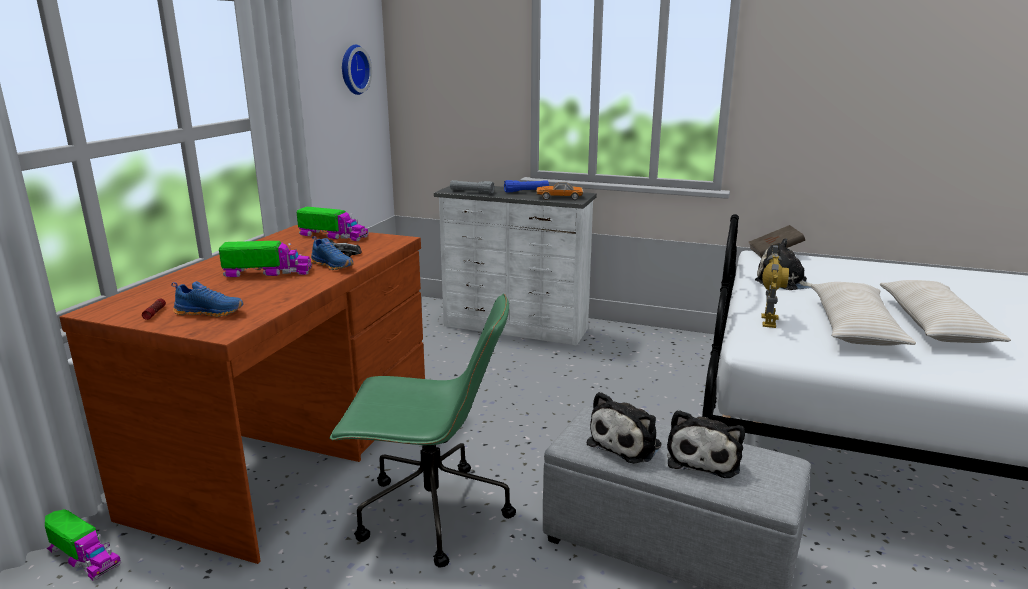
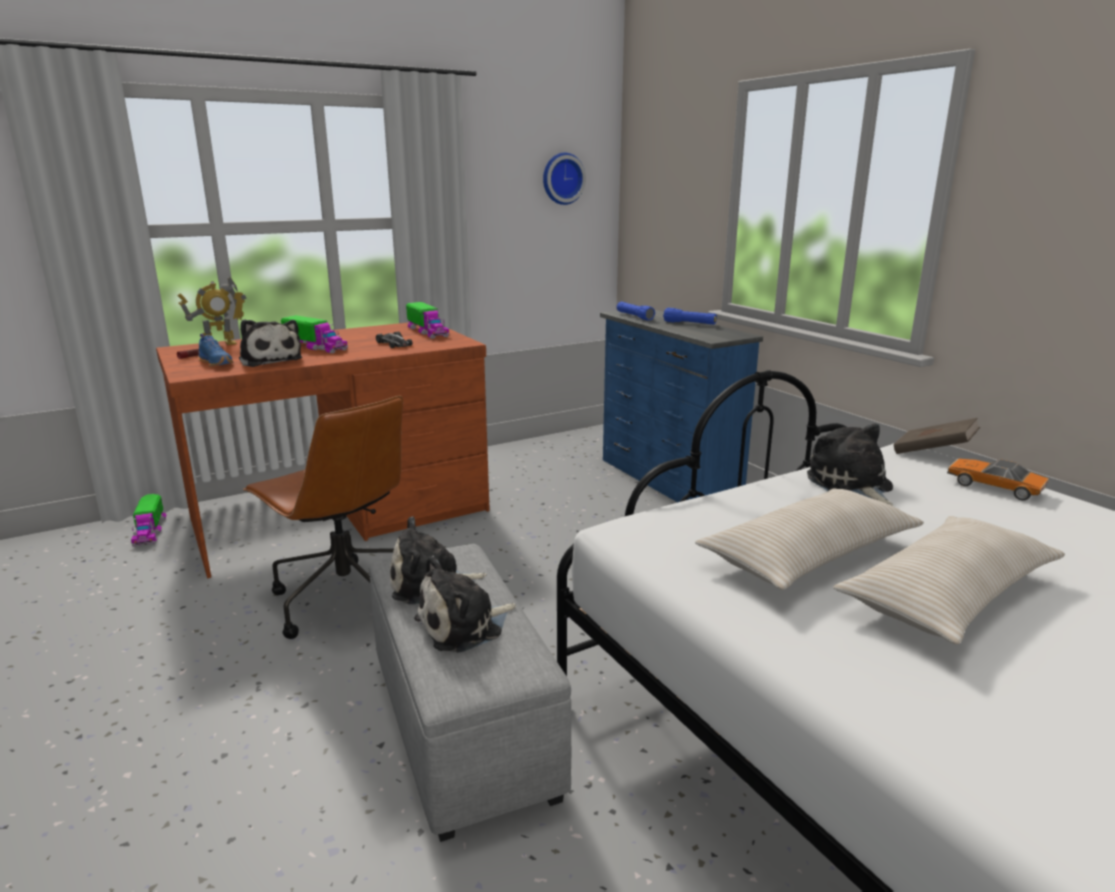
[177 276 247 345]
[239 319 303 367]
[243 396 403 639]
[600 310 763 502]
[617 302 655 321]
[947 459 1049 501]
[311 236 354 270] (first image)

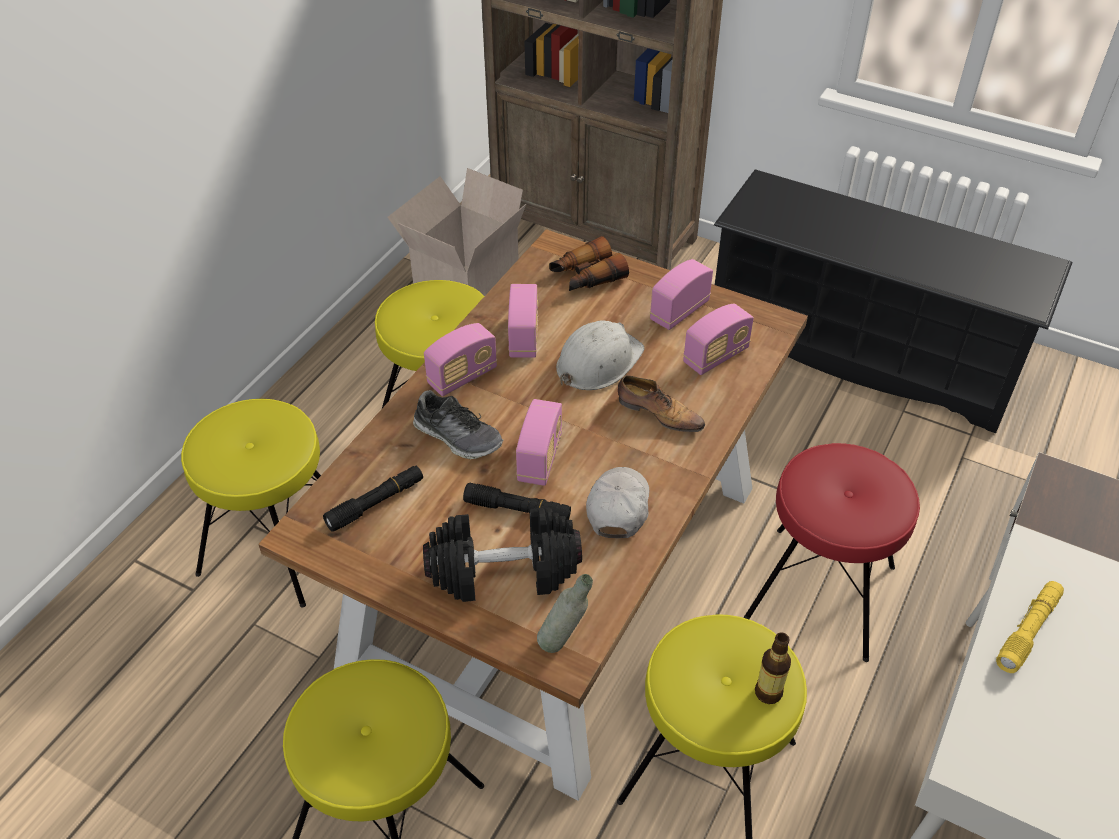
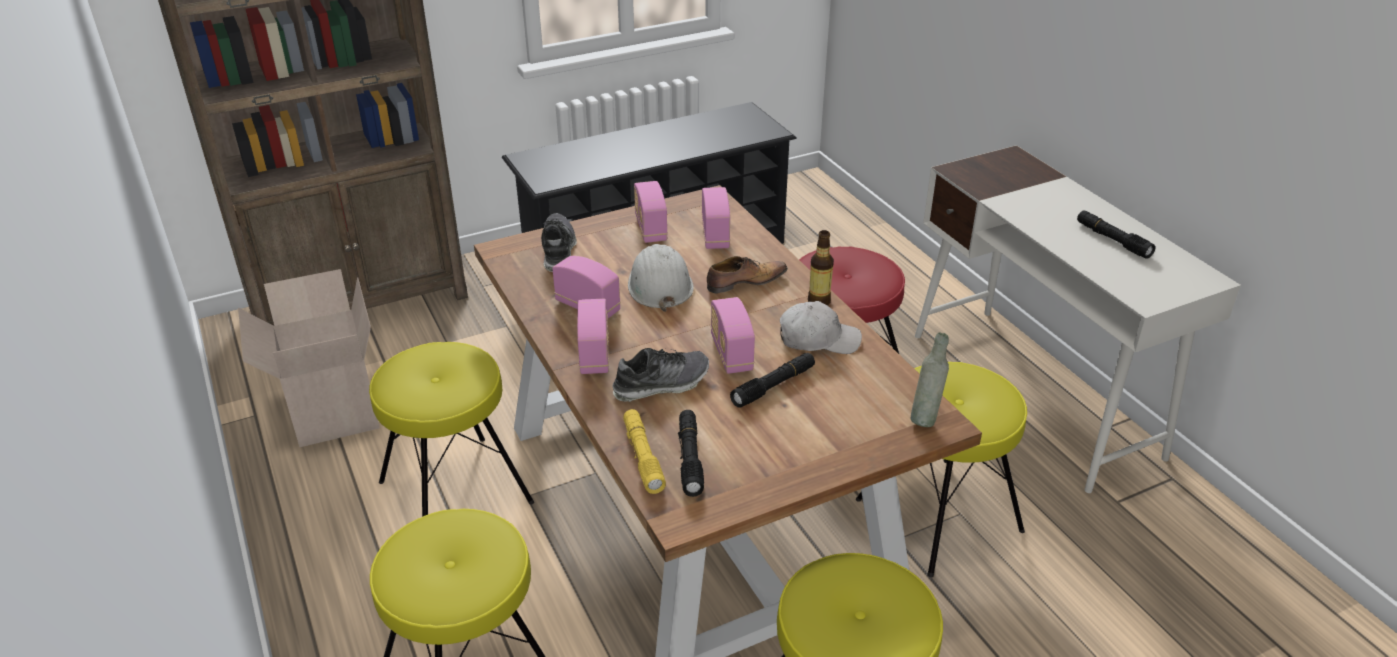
[541 213 577 272]
[623 409 666 494]
[711 297 755 374]
[780 301 862 354]
[808 230 834 306]
[1077 210 1155 259]
[423 508 582 602] (first image)

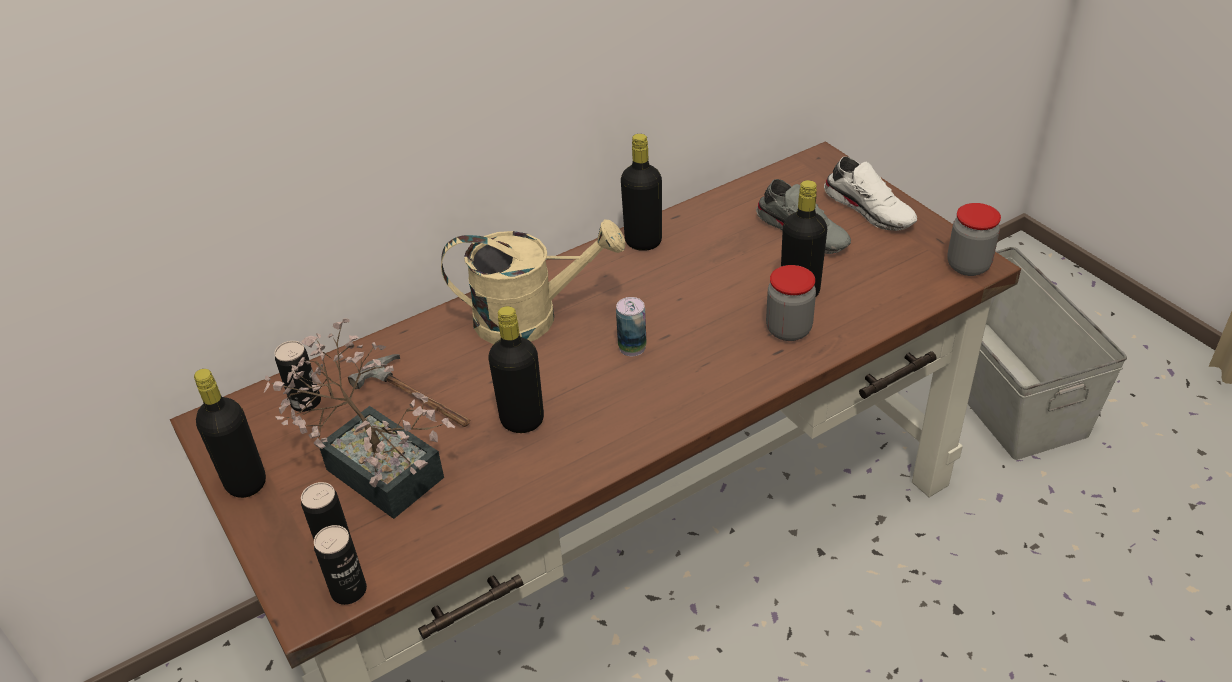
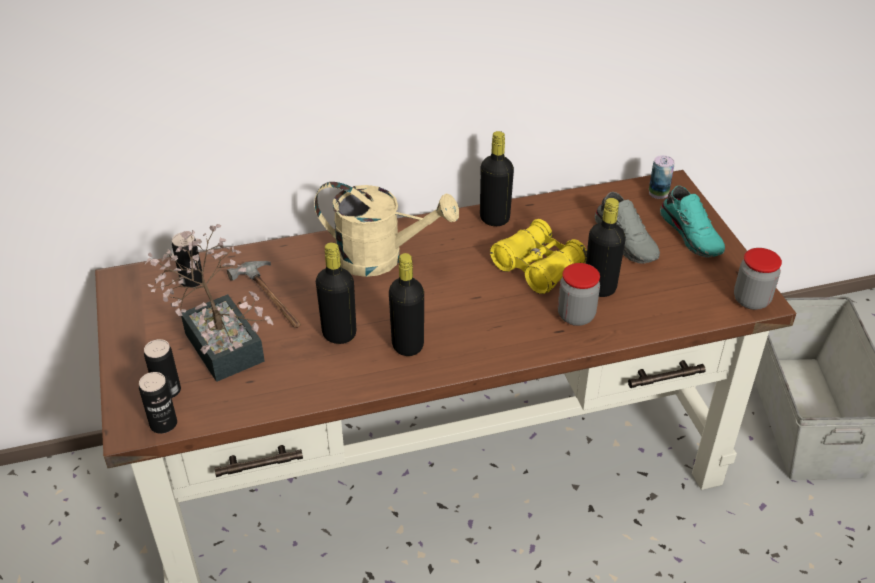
[389 253 424 356]
[490 219 587 294]
[649 155 674 199]
[660 186 725 257]

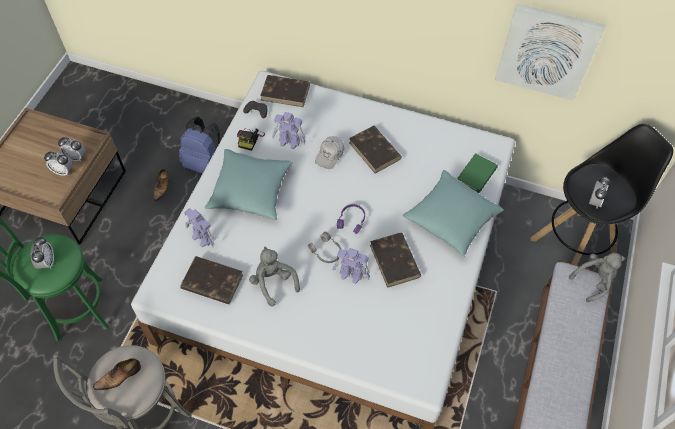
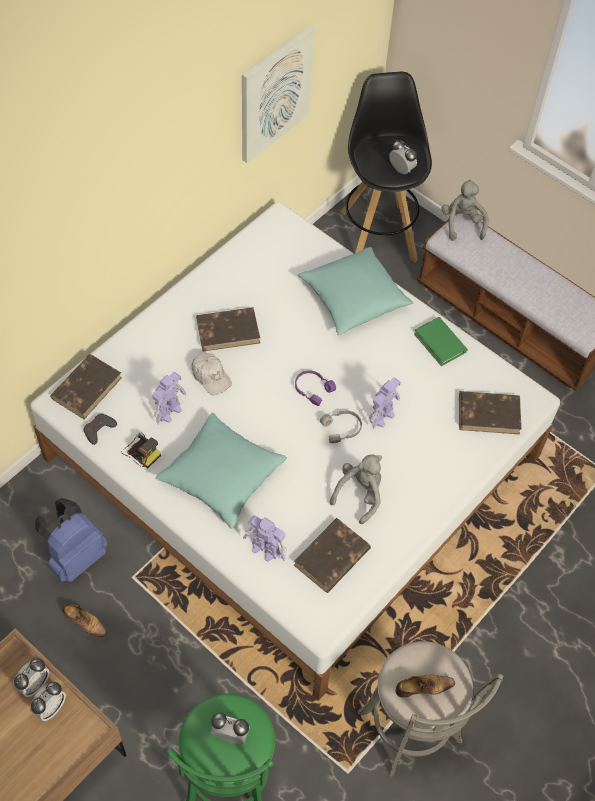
[243 515 287 562]
[330 455 382 524]
[396 674 455 698]
[414 317 467 366]
[459 391 522 435]

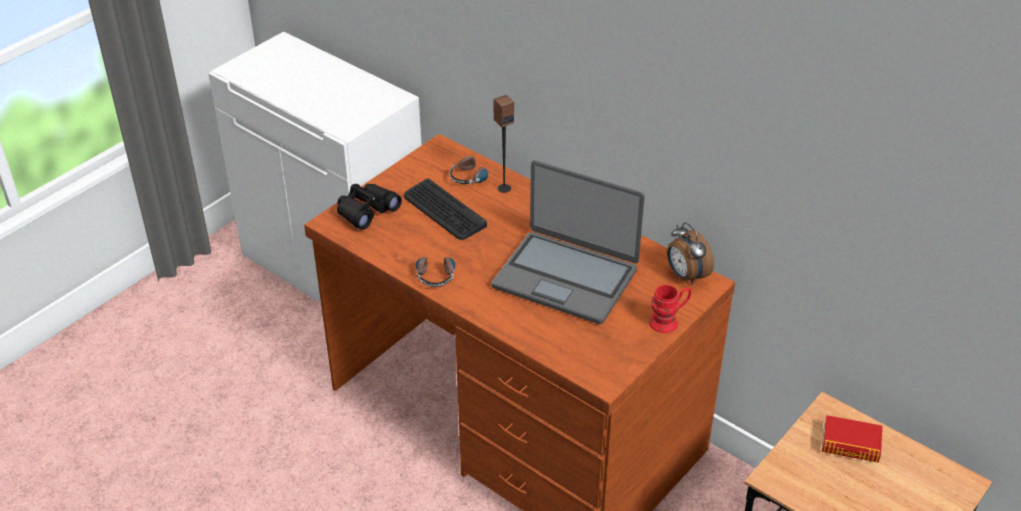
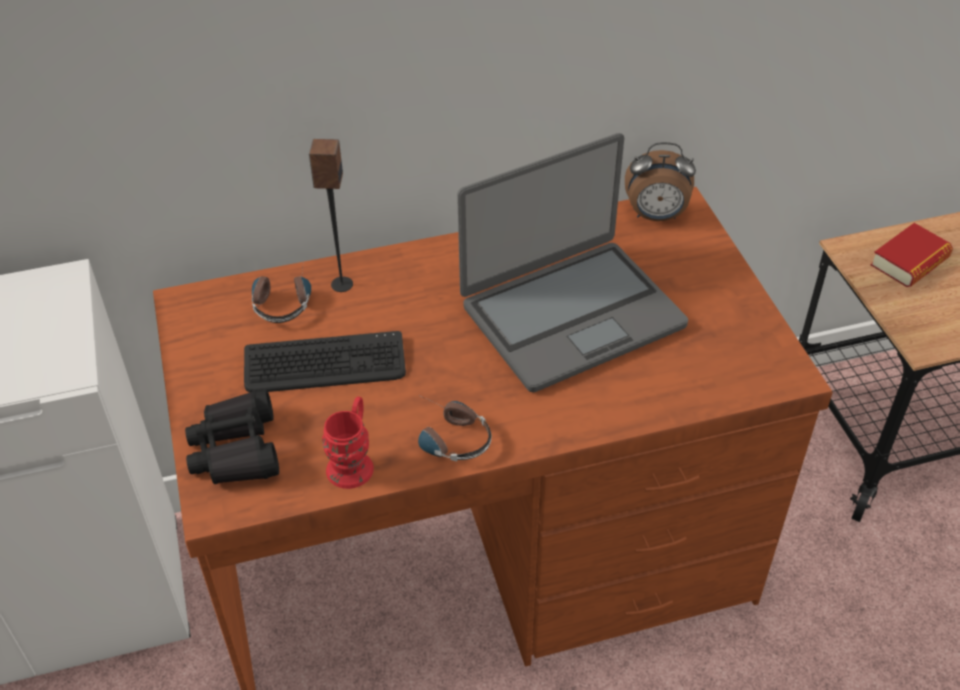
[322 397 374 489]

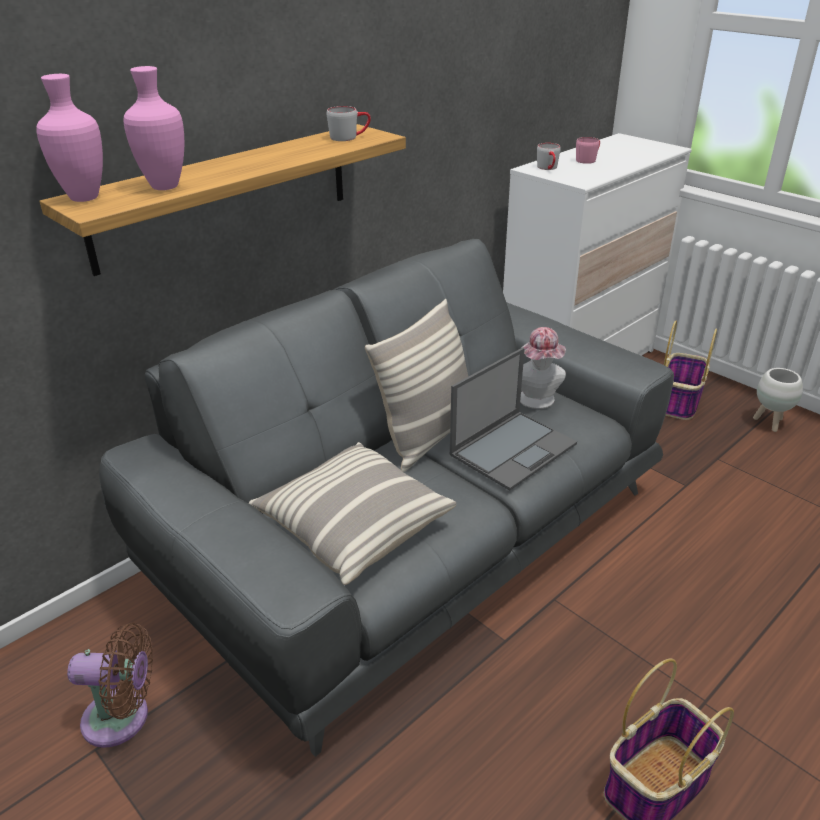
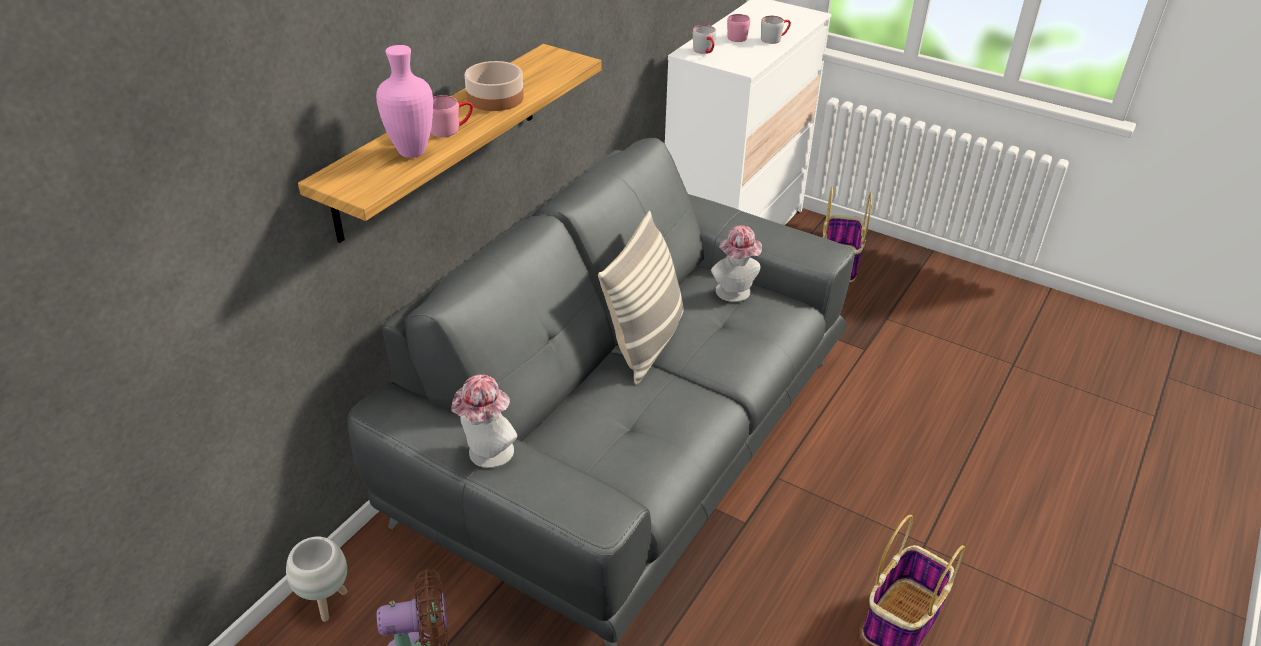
[286 536 347 622]
[431 95 473 137]
[451 374 517 468]
[465 61 524 111]
[761 16 791 44]
[36 74 103 202] (first image)
[249 442 456 585] (first image)
[450 348 577 491] (first image)

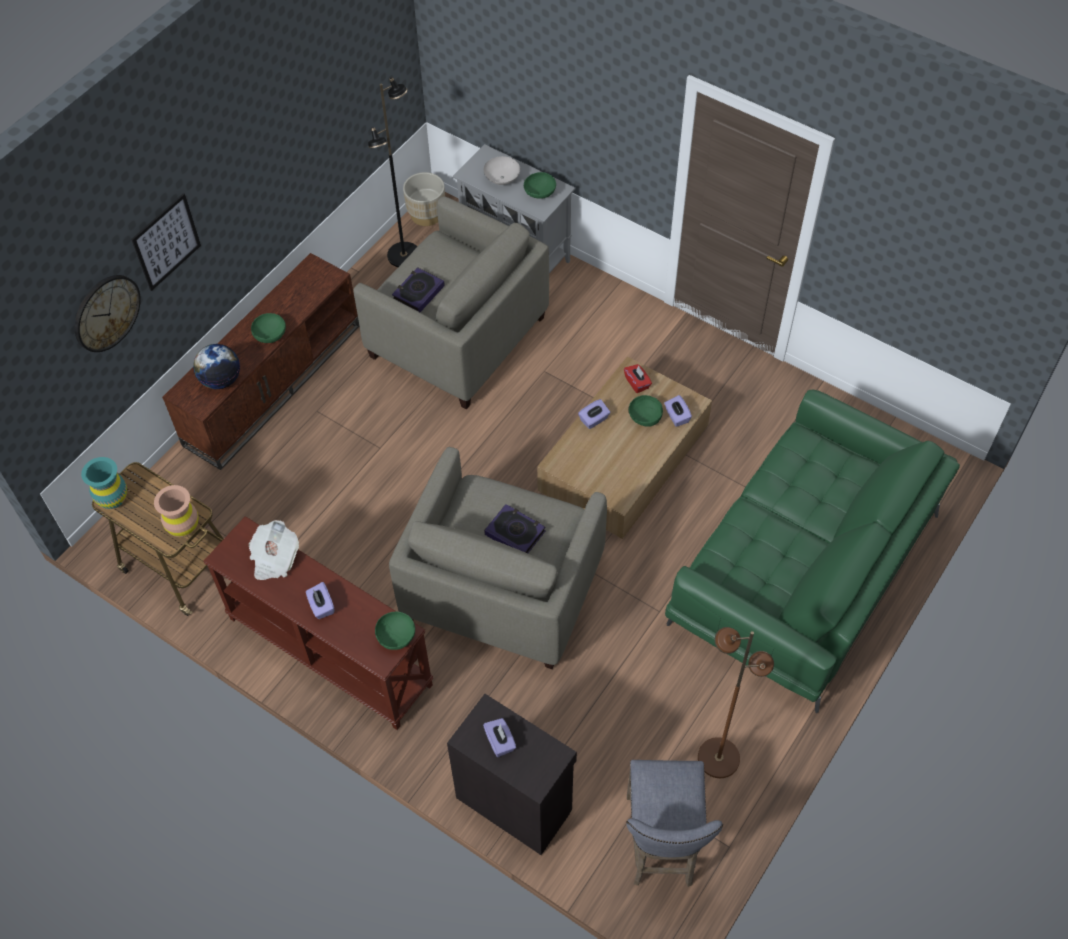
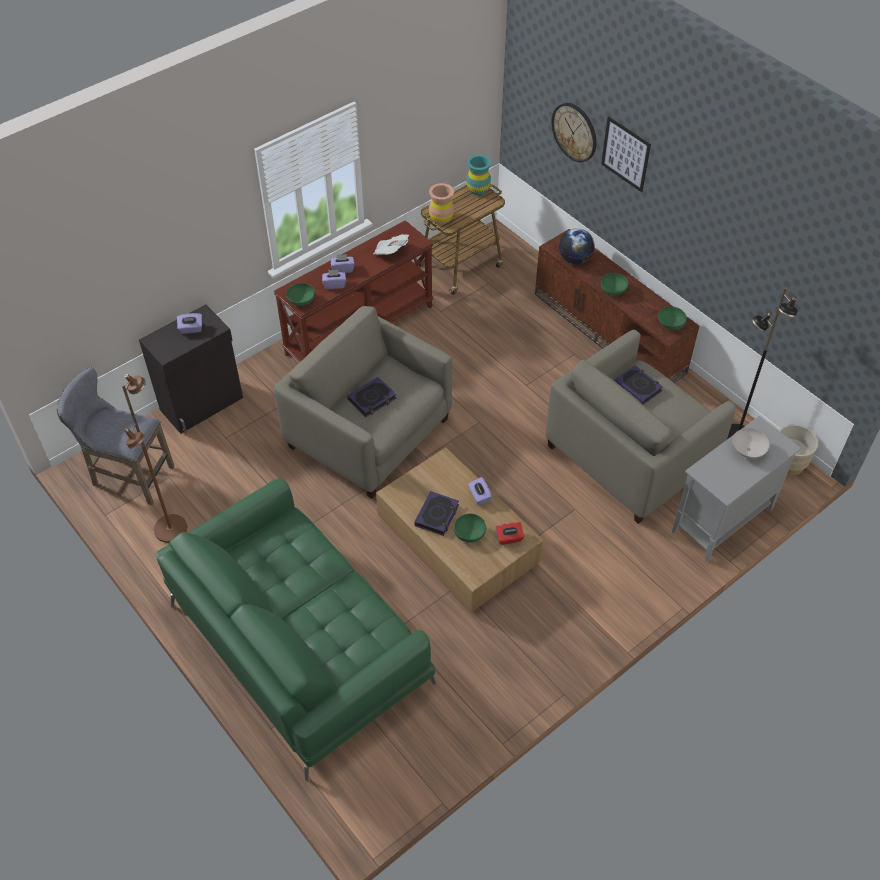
[322 270 346 289]
[414 491 459 536]
[658 307 687 330]

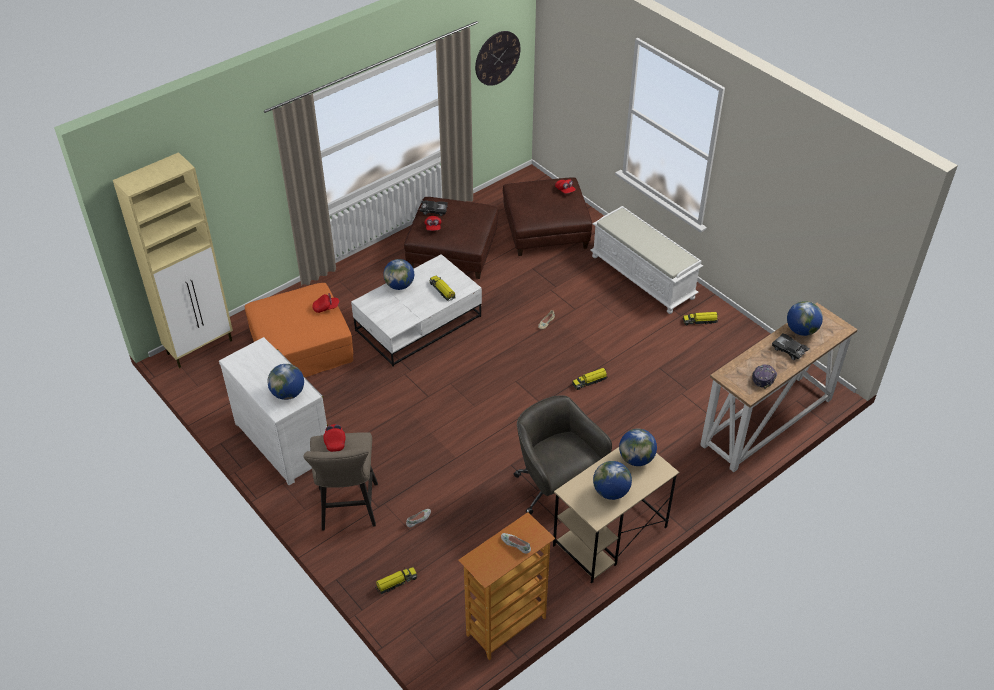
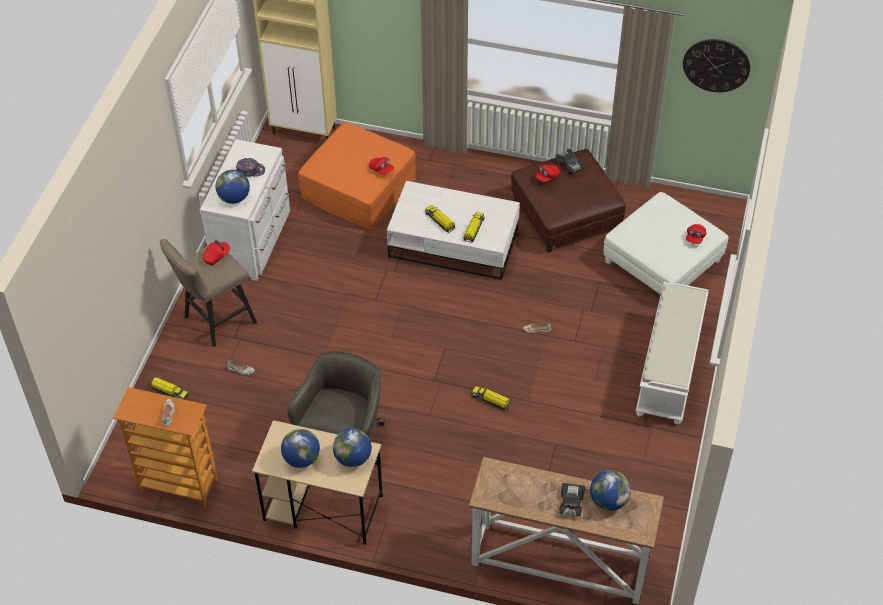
[236 158 265 177]
[425 205 456 233]
[603 192 728 295]
[383 259 414 290] (first image)

